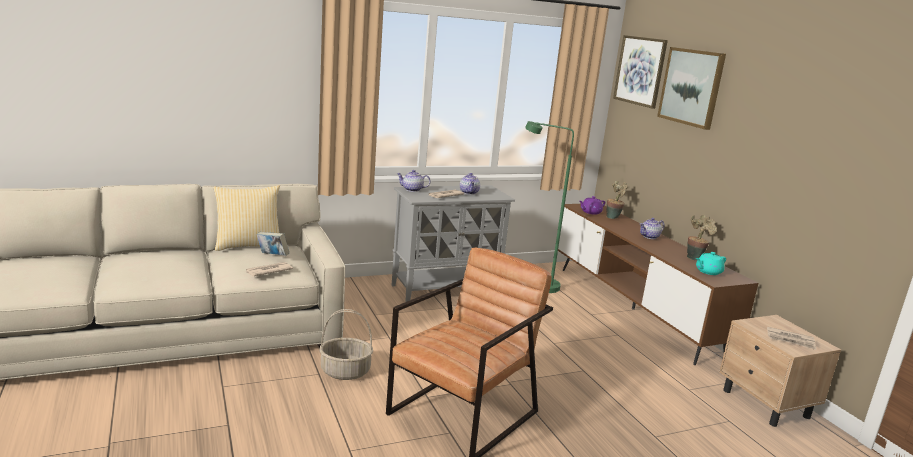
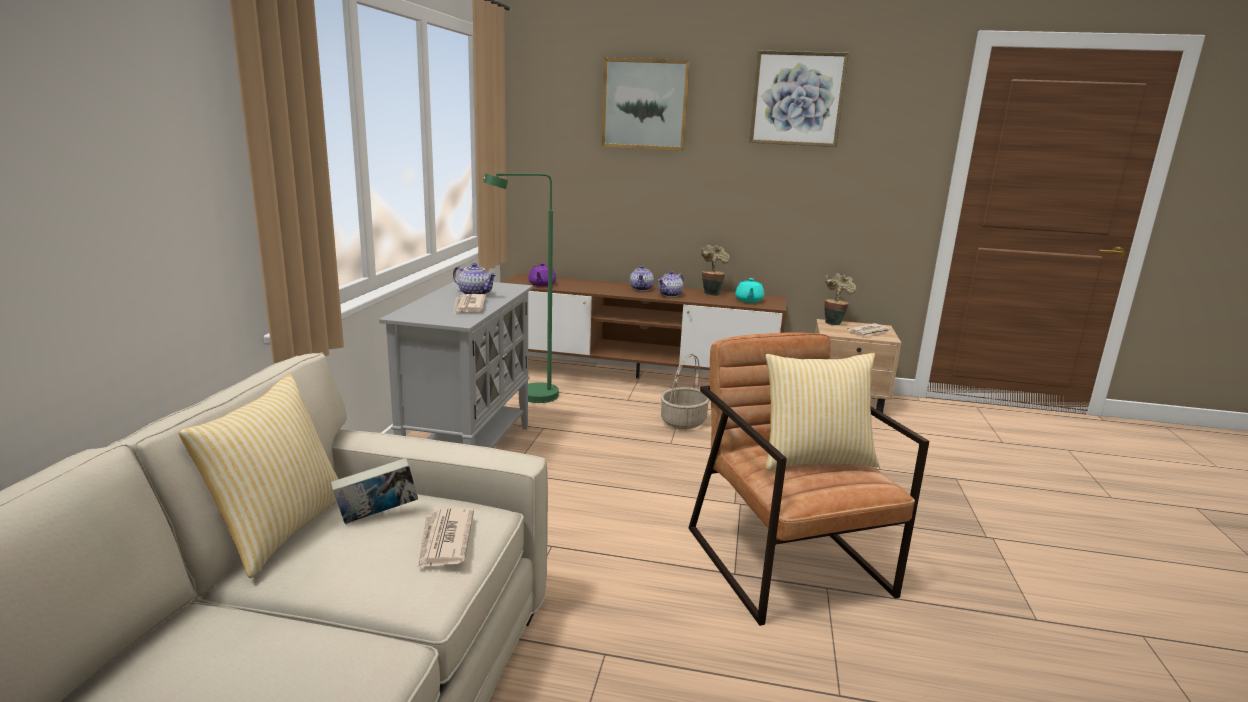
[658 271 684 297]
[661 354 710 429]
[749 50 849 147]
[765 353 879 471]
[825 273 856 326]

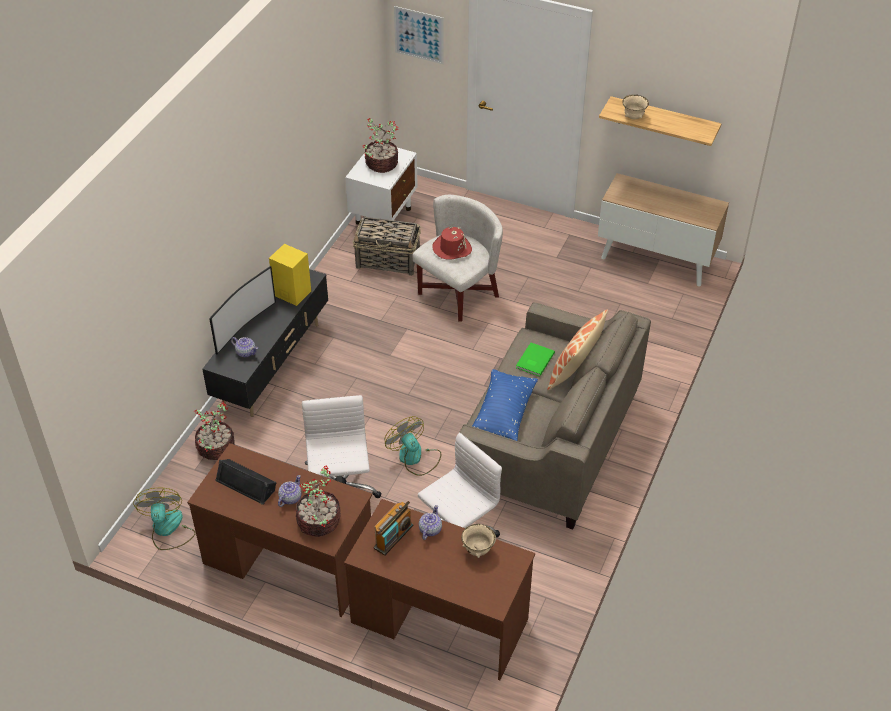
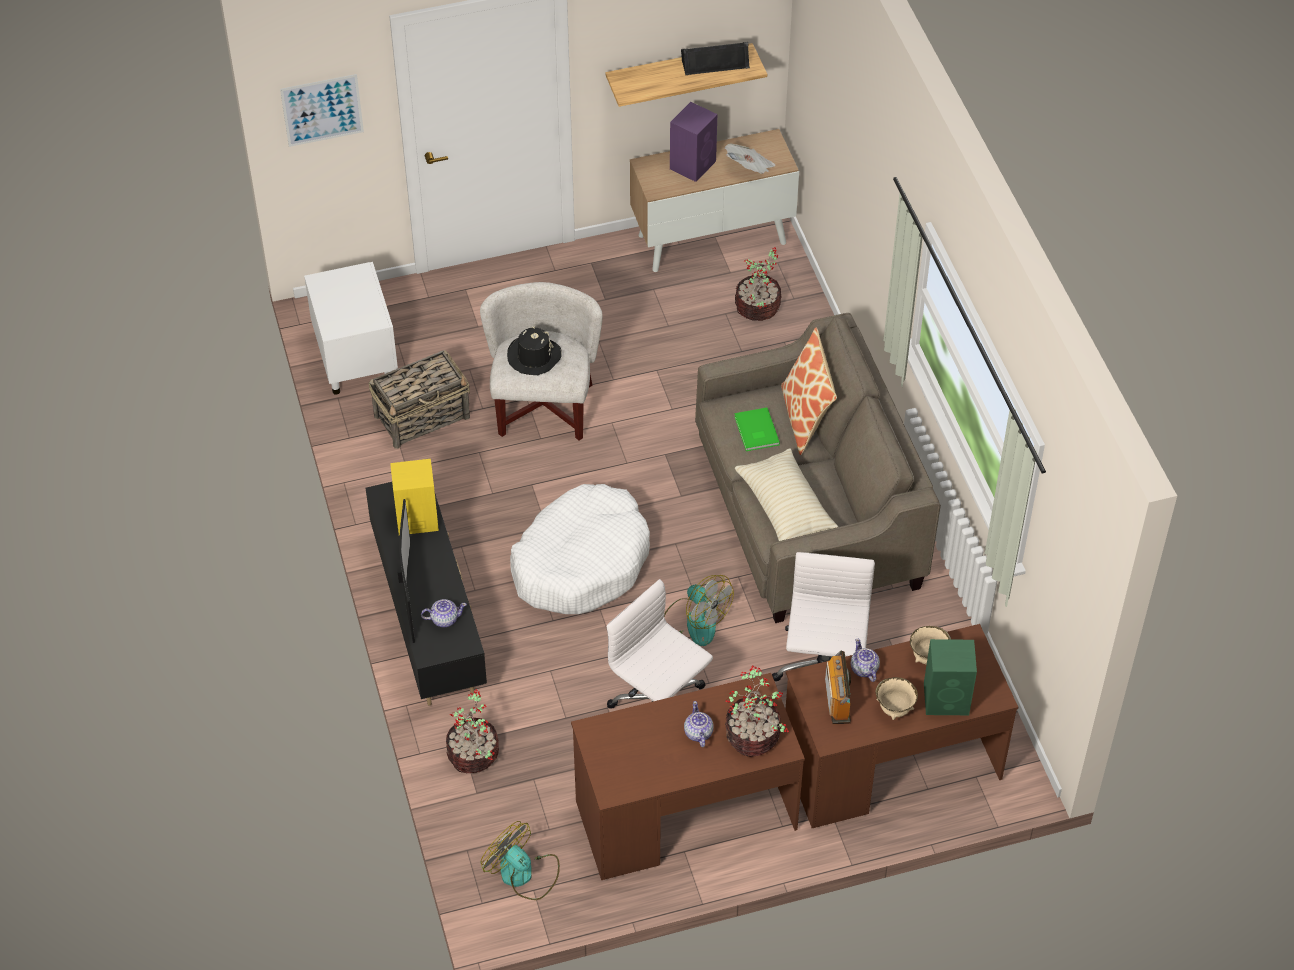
[507 326 562 375]
[510 484 650 614]
[664 575 734 646]
[670 102 717 182]
[681 42 750 75]
[725 143 776 174]
[735 247 781 321]
[735 448 838 541]
[875 677 918 720]
[924 639 977 715]

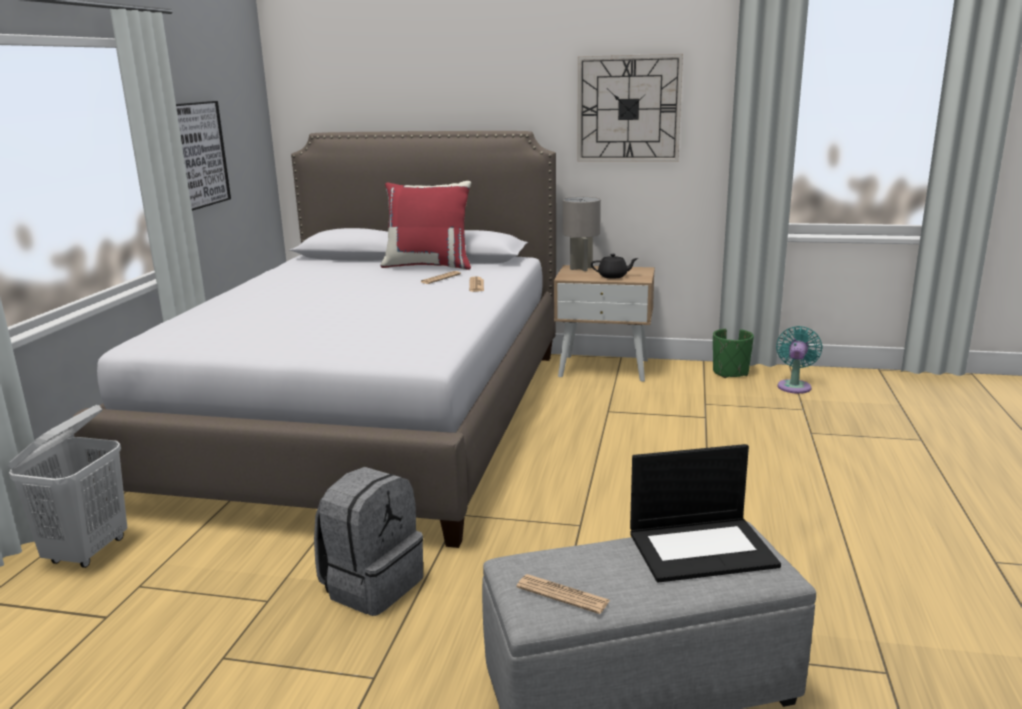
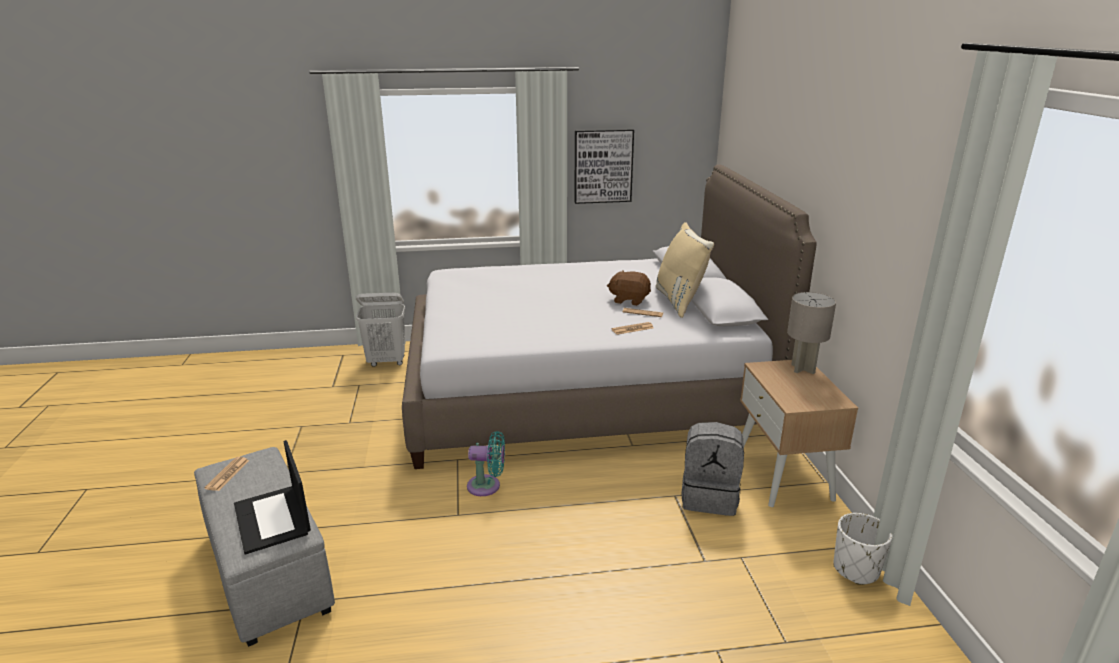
[467 431 505 496]
[607 270 651 306]
[655 222 714 318]
[681 422 744 516]
[834 513 893 585]
[577 54 683 162] (first image)
[591 254 638 279] (first image)

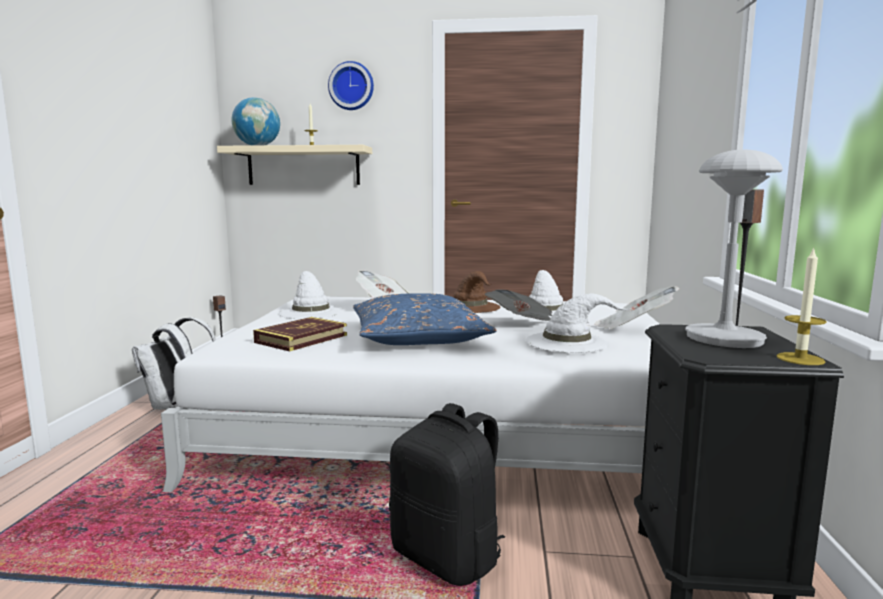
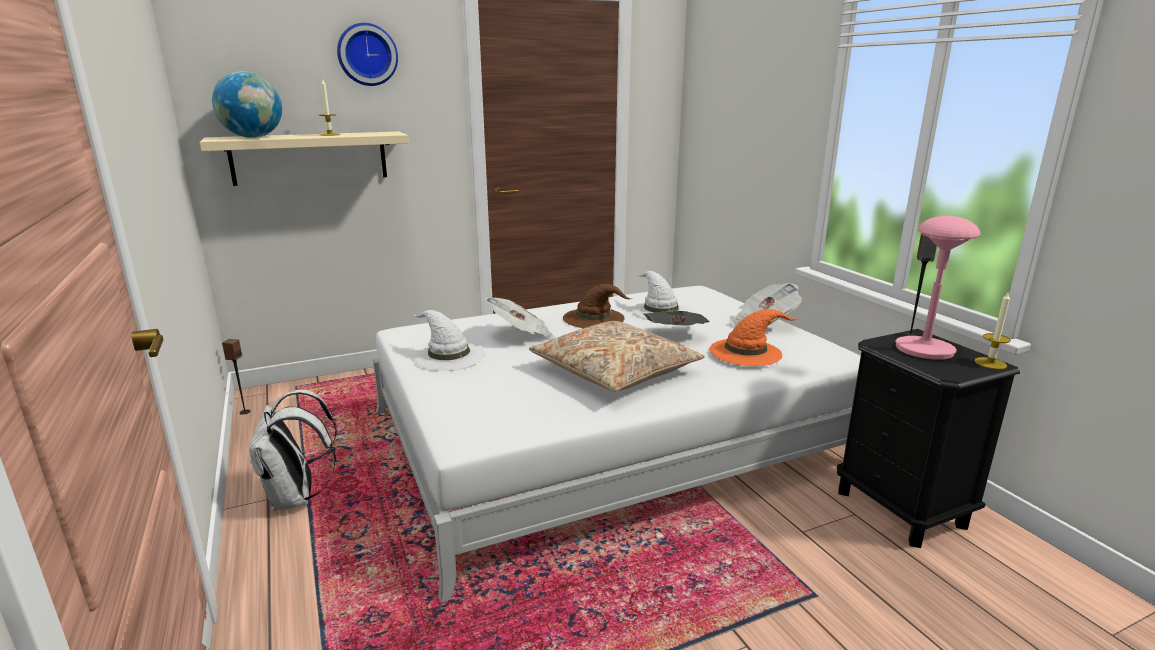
[529 321 705 392]
[709 309 799 366]
[895 216 981 360]
[253 317 347 351] (first image)
[389 403 505 586] (first image)

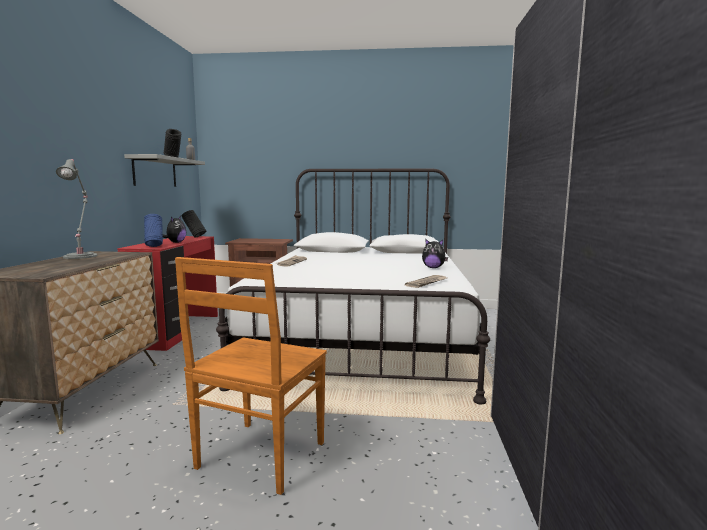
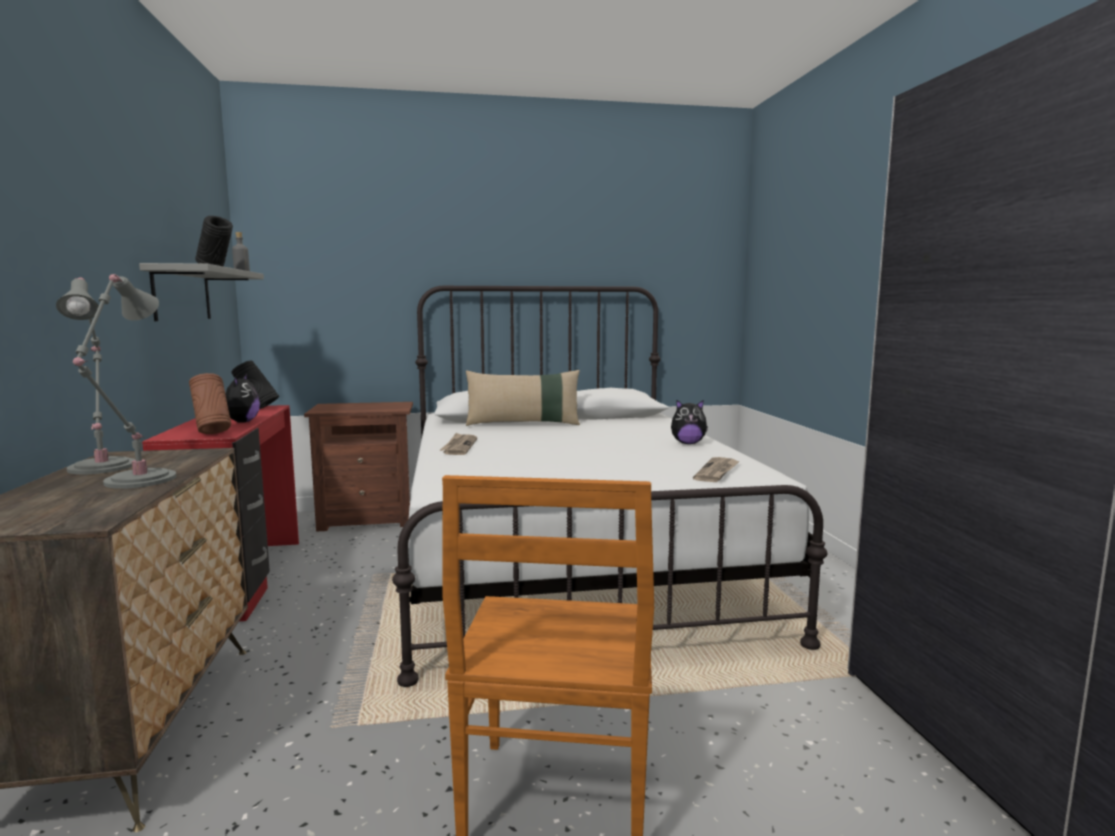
[73 274 176 489]
[189 373 231 434]
[466 370 580 426]

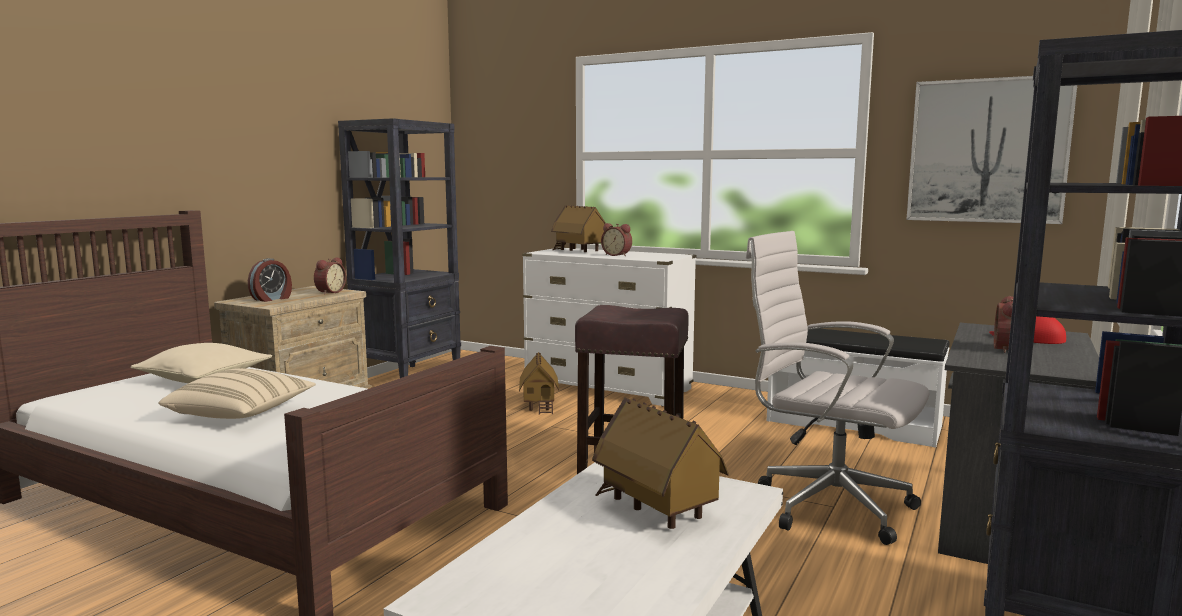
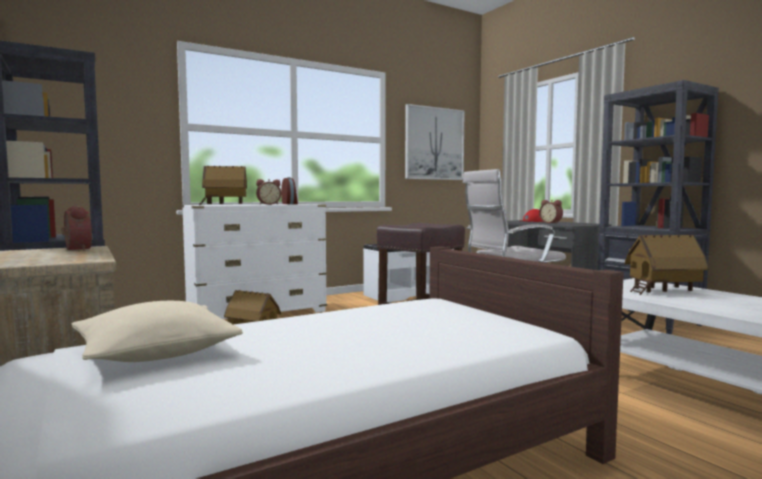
[281 177 298 204]
[158 368 316 419] (first image)

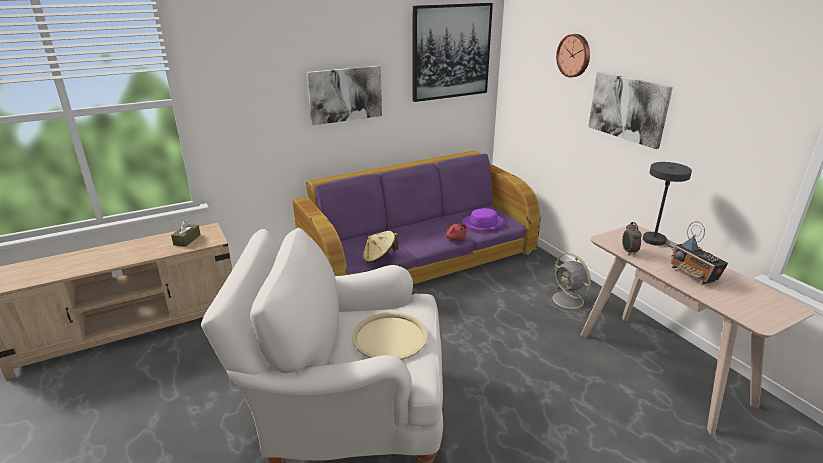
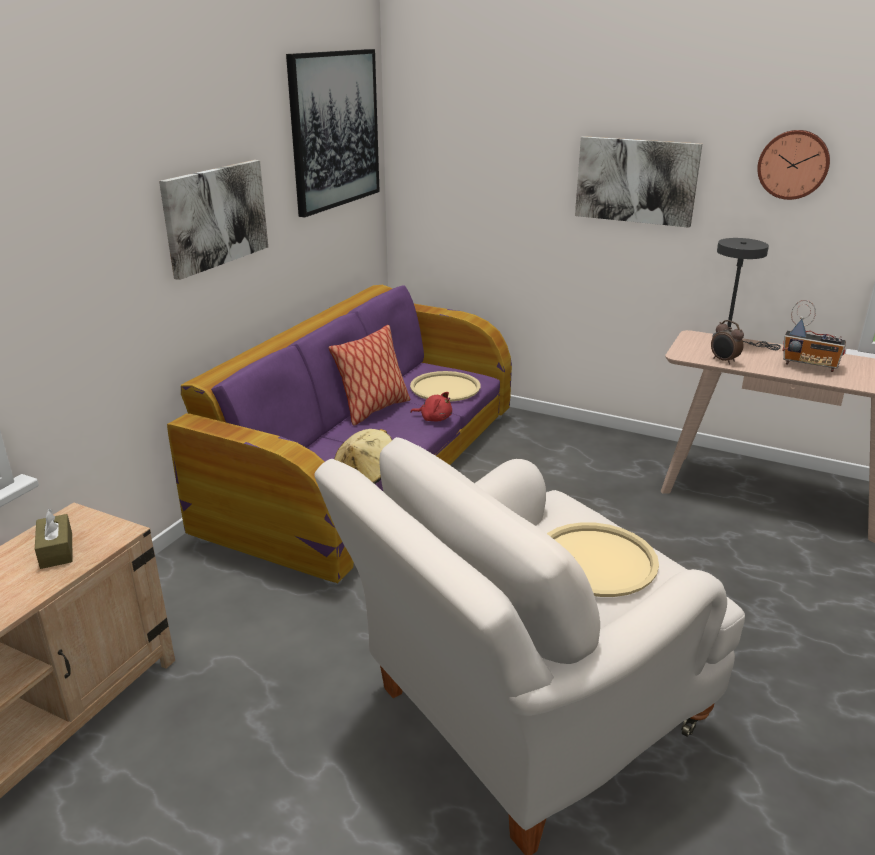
[328 325 410 425]
[410 371 480 402]
[757 130 830 200]
[546 253 594 314] (first image)

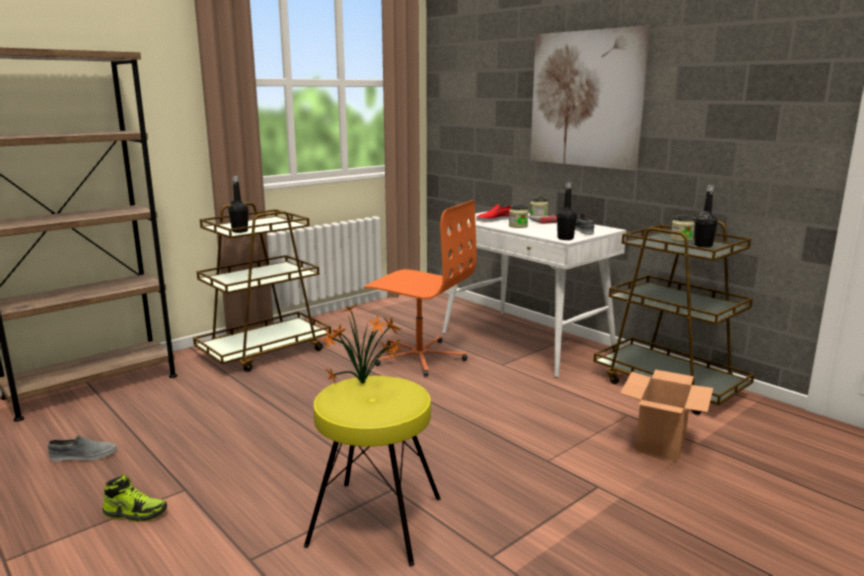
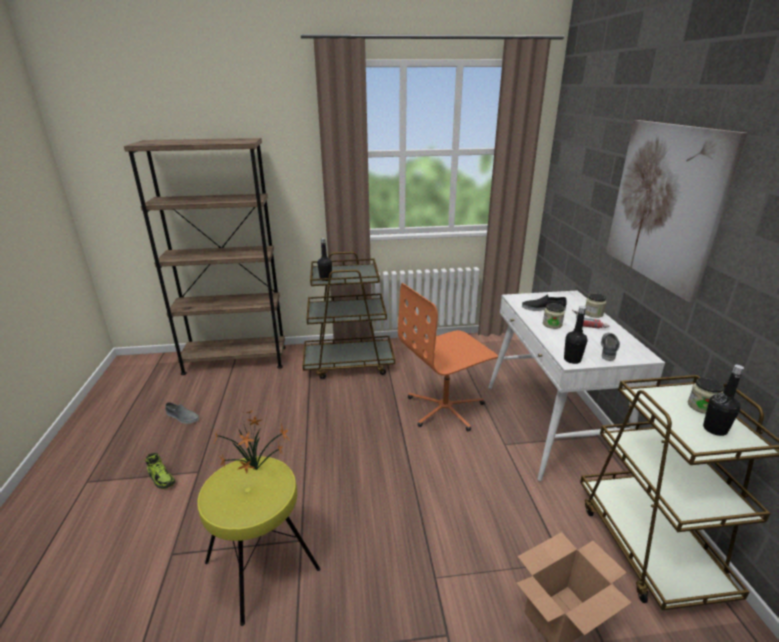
[398 283 498 431]
[522 294 567 311]

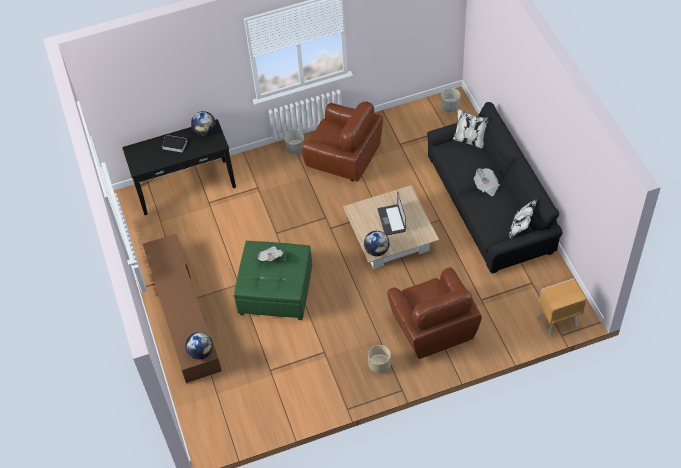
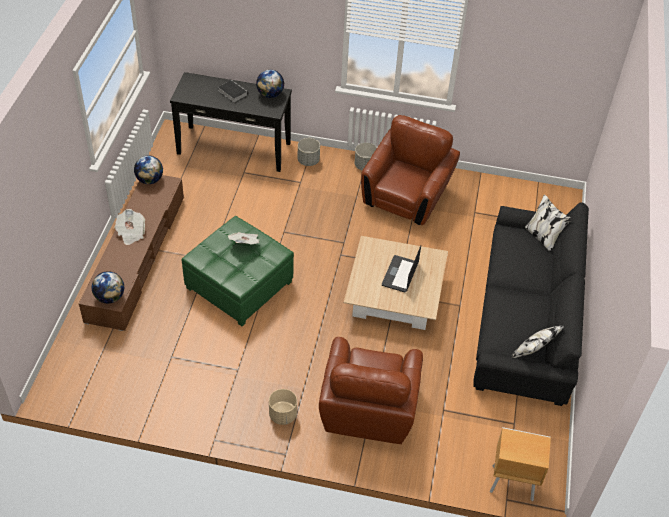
[115 209 145 245]
[134 155 163 184]
[298 138 320 166]
[361 115 460 225]

